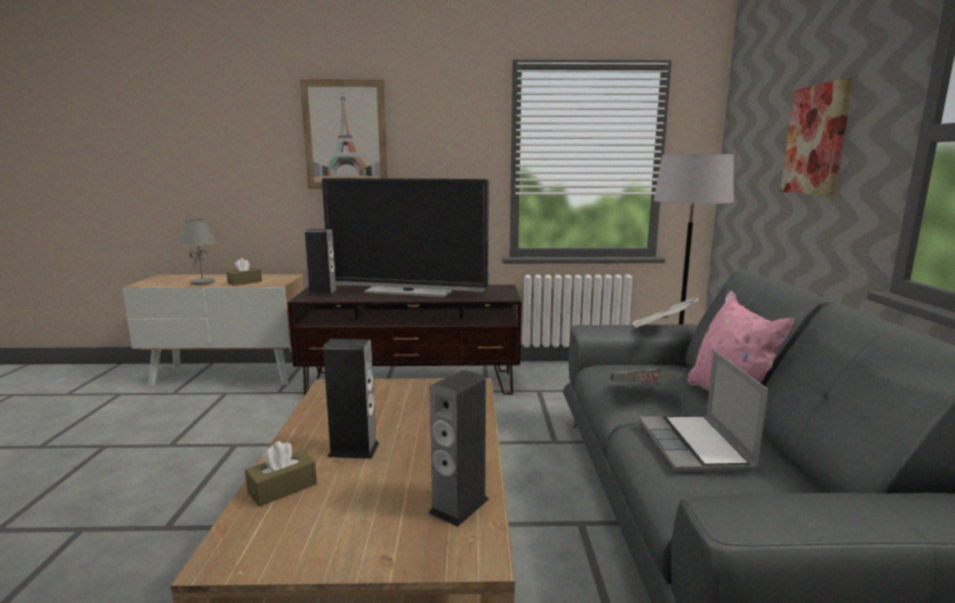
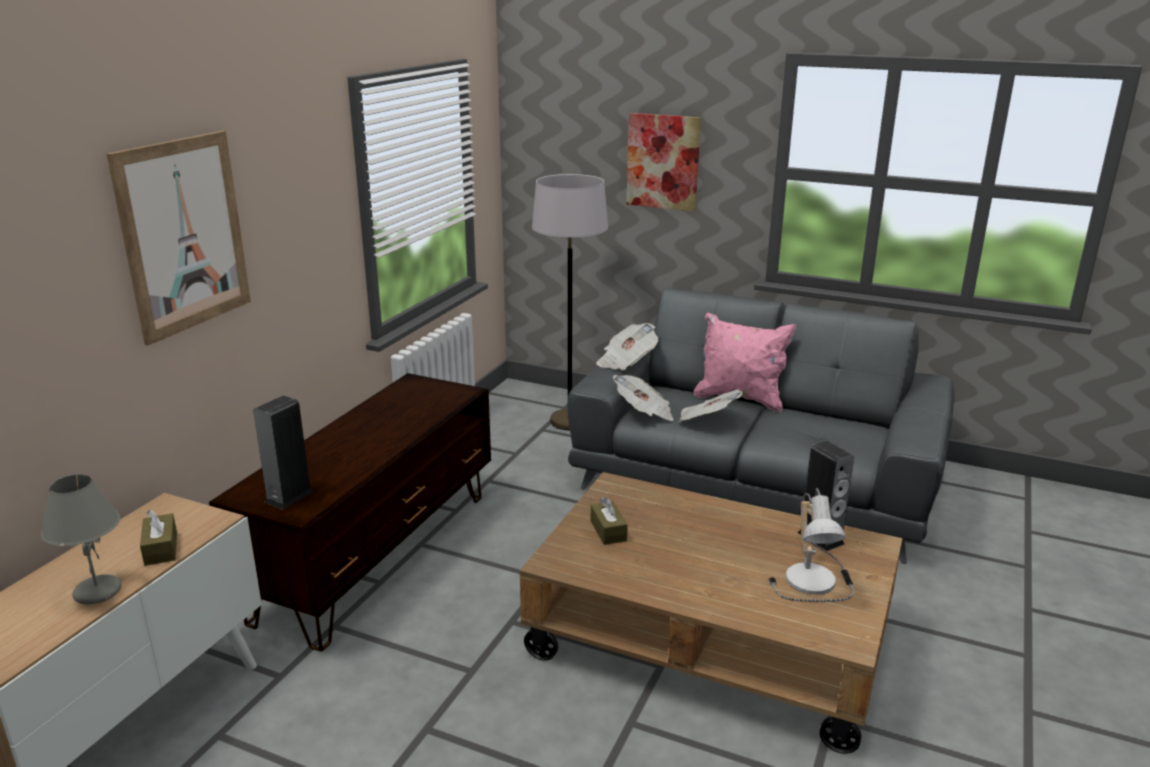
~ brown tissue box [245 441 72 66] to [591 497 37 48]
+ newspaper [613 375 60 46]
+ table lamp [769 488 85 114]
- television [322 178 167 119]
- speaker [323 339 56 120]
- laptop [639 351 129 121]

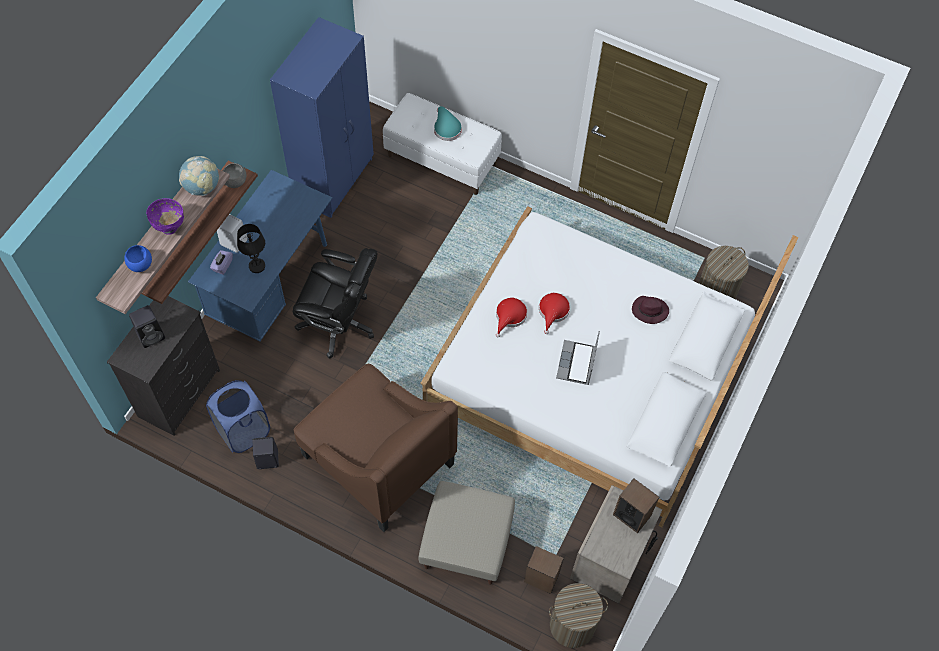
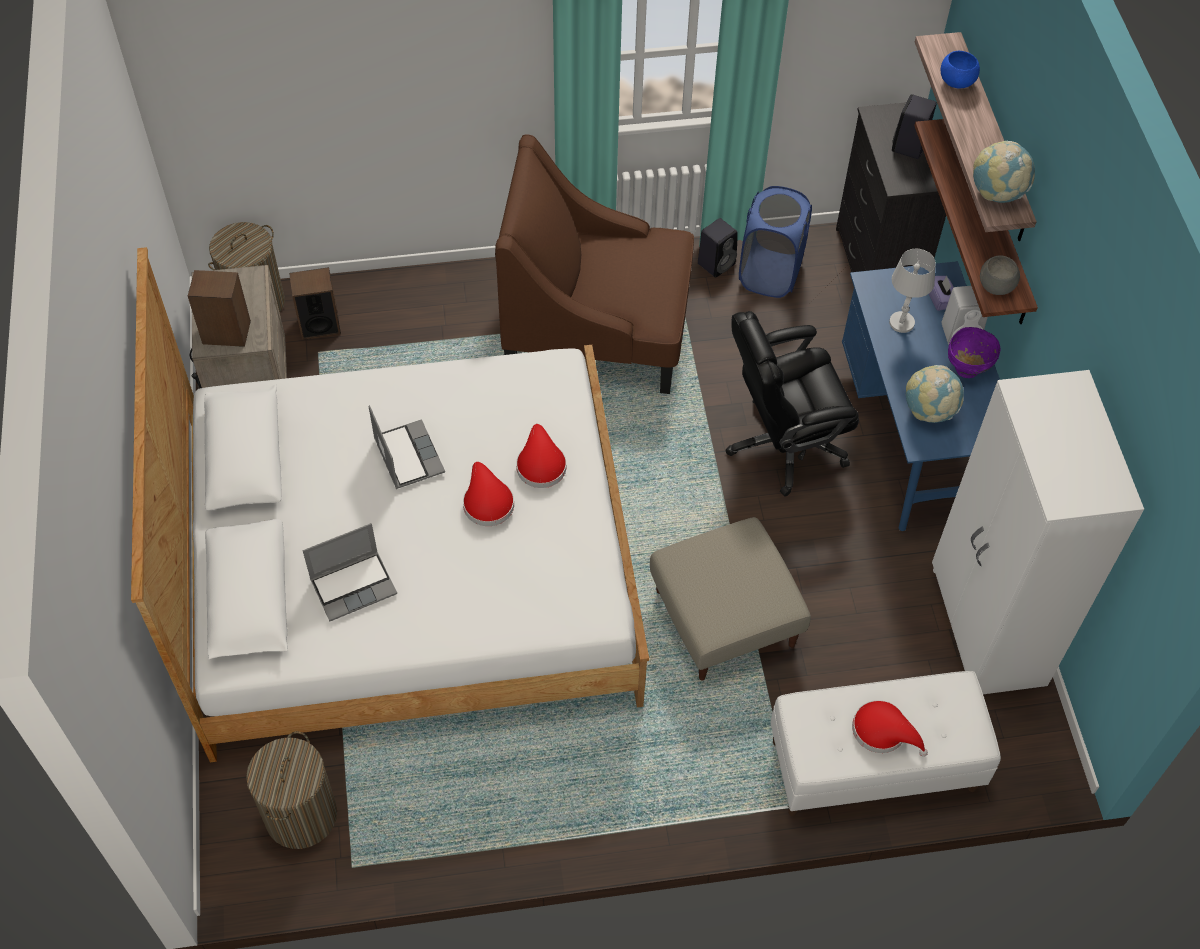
~ purple hat [632 296 37 28] to laptop [303 523 94 99]
~ beige ottoman [418 481 97 104] to [650 517 161 164]
~ turquoise hat [434 106 28 35] to red hat [852 700 76 57]
~ black table lamp [237 224 28 49] to white table lamp [889 249 47 84]
+ globe [906 365 58 58]
~ blue wardrobe [270 17 104 201] to white wardrobe [932 370 212 324]
~ purple bowl [146 198 38 37] to [948 327 52 51]

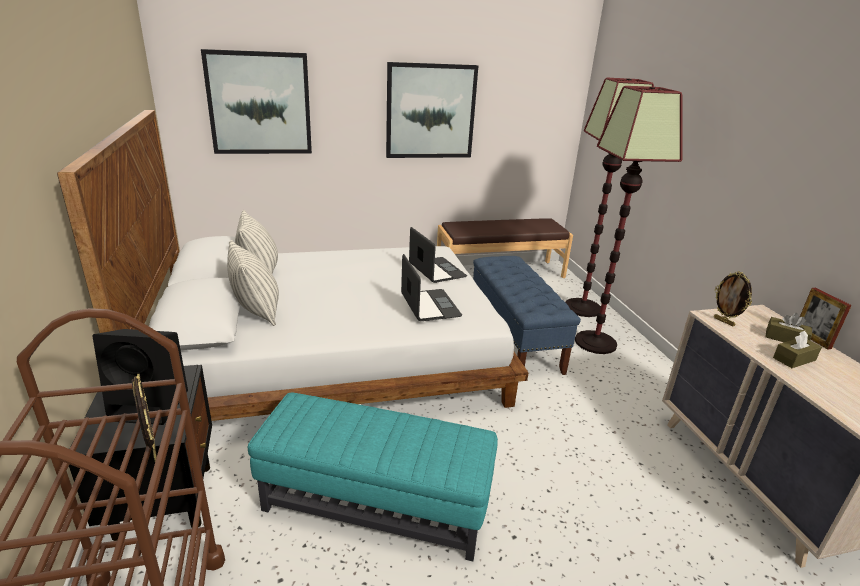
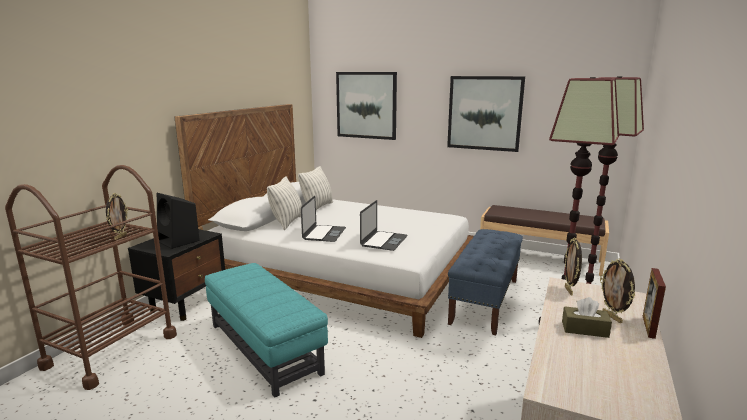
~ laptop [409 227 58 56] to [301 196 45 46]
~ brown tissue box [765 313 47 29] to picture frame [600 258 35 65]

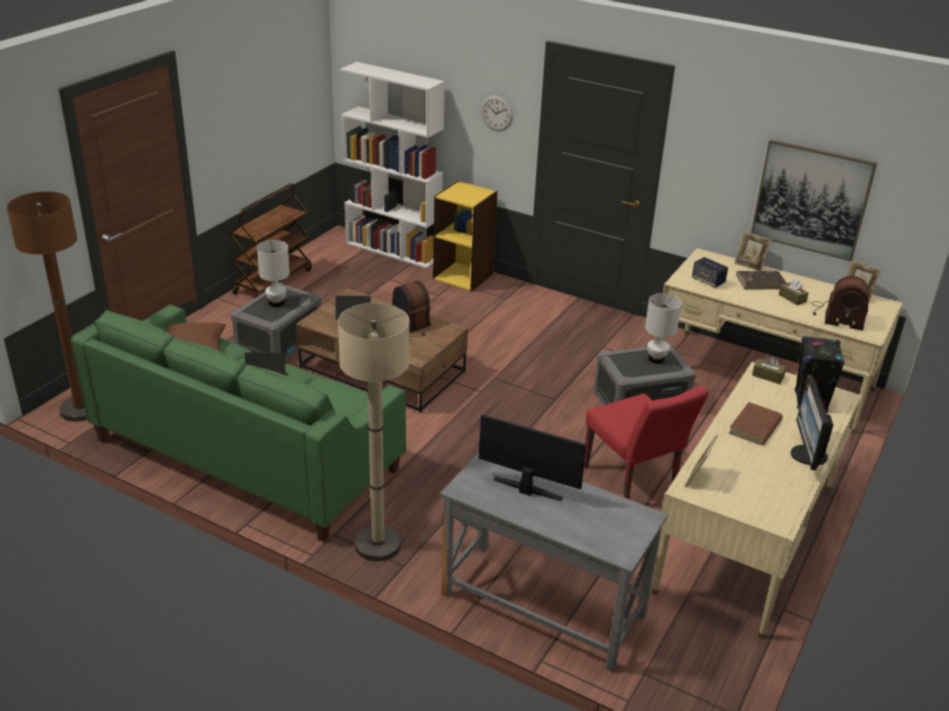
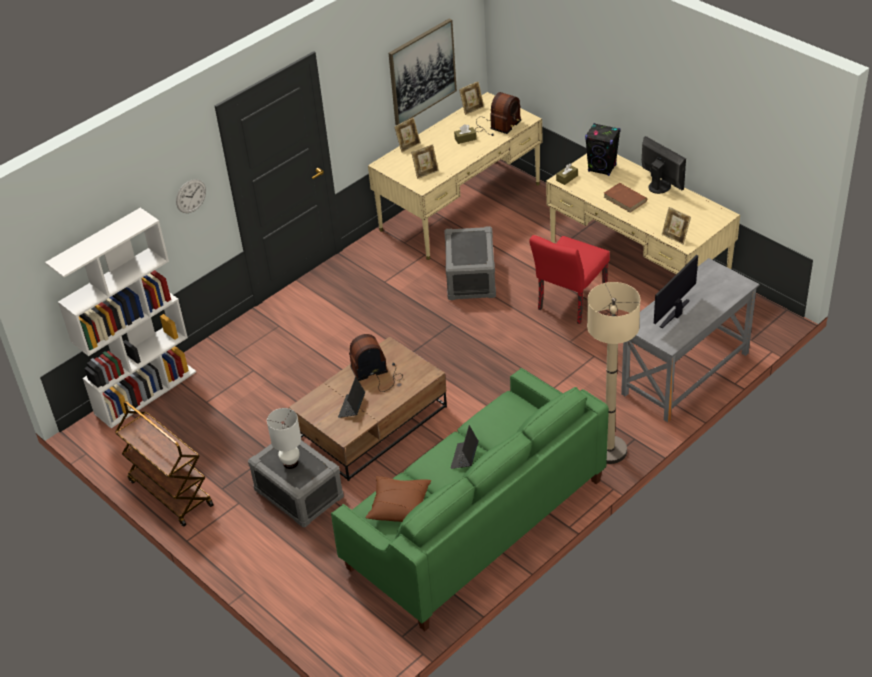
~ speaker [692 257 36 31] to picture frame [411 144 28 35]
~ red chair [584 386 125 114] = [529 235 81 89] 135 degrees clockwise
~ monitor [791 375 42 95] = [642 136 44 58] 150 degrees counterclockwise
- brown floor lamp [7 191 80 230]
- yellow bookcase [433 181 65 111]
- white table lamp [645 293 37 71]
- brown book [736 271 51 19]

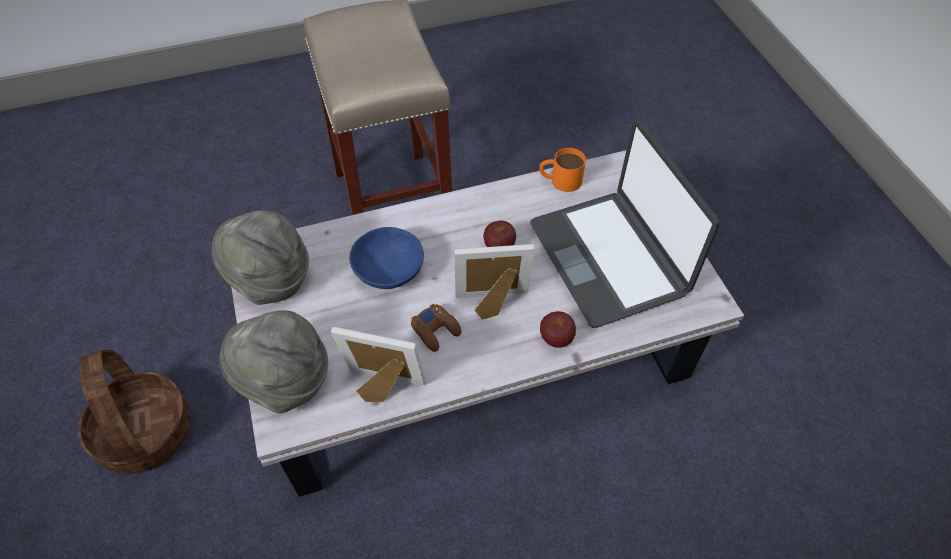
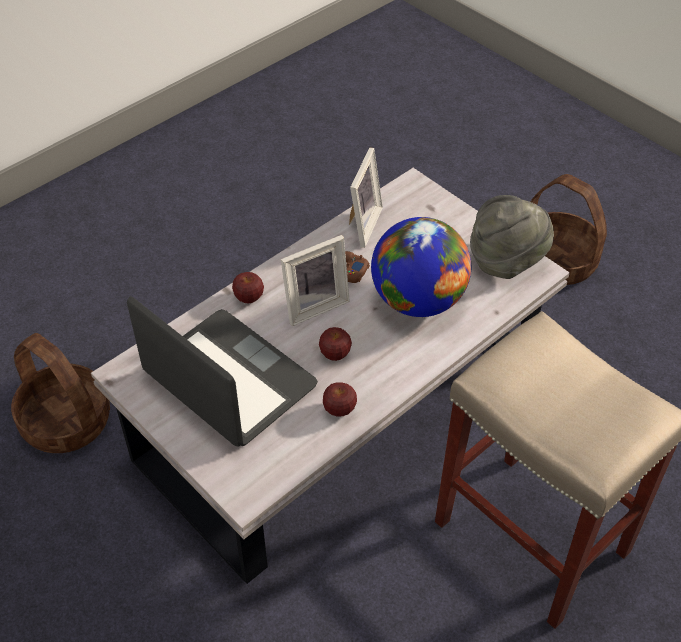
+ basket [11 333 99 120]
+ apple [323 382 34 35]
~ picture frame [330 327 96 75] = [349 147 34 101] 60 degrees counterclockwise
~ blue bowl [349 227 75 62] to globe [371 217 100 100]
- grey hat [219 310 109 104]
- orange mug [539 148 47 44]

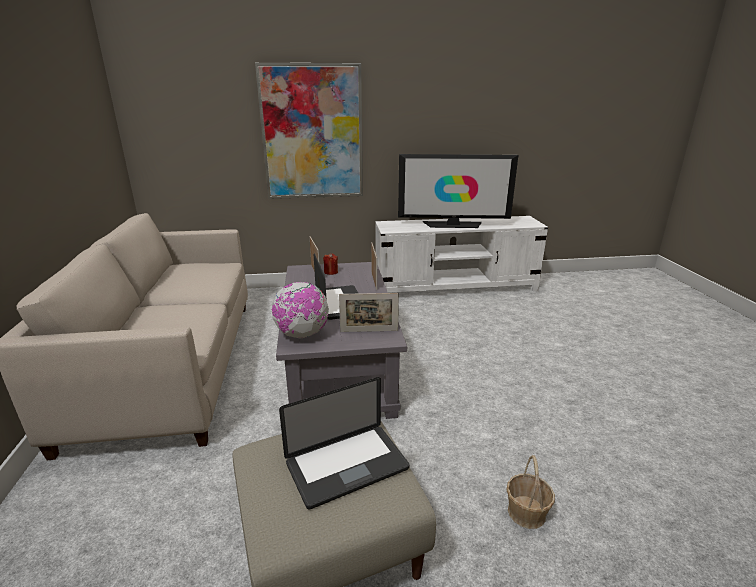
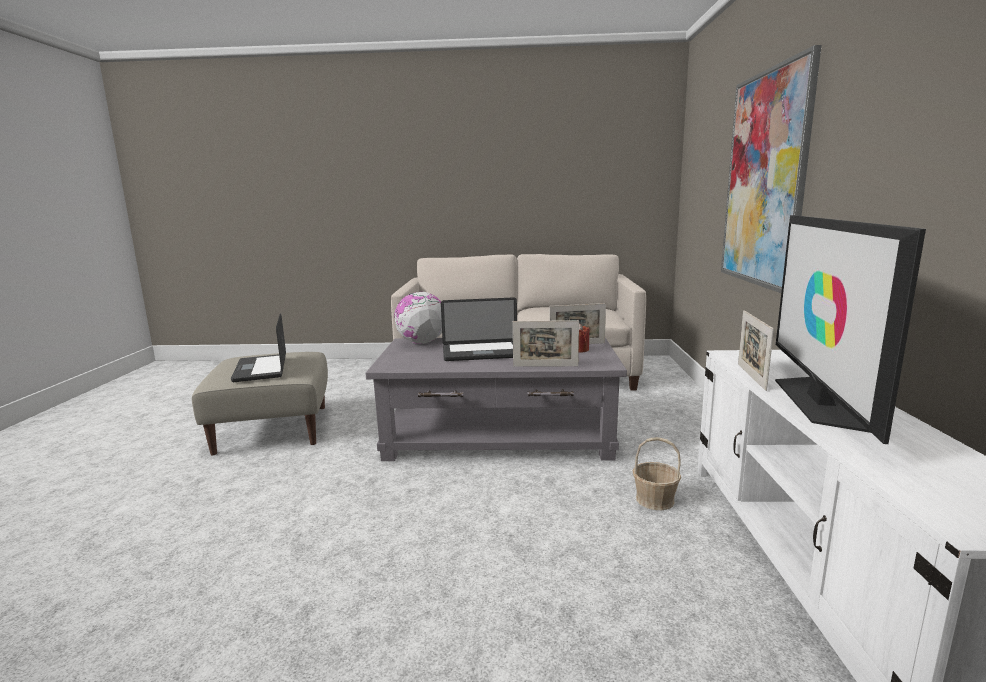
~ basket [506 455 49 74] to [633 437 48 73]
~ picture frame [339 293 60 39] to [738 310 36 81]

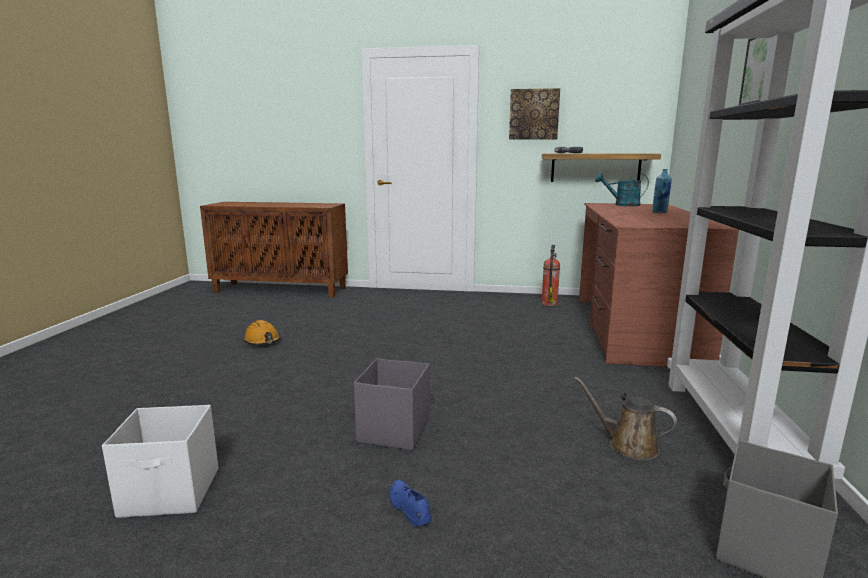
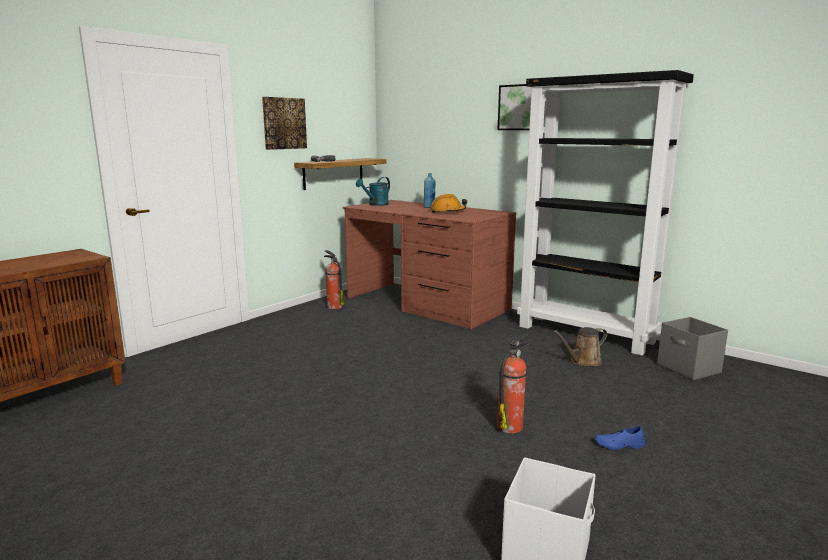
~ orange hard hat [243 320 37 25] to [430 194 37 19]
~ grey storage box [354 358 76 92] to fire extinguisher [497 334 32 99]

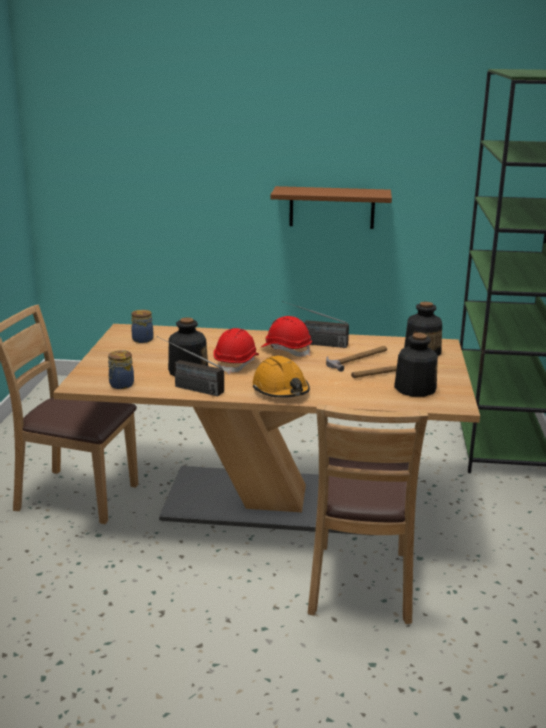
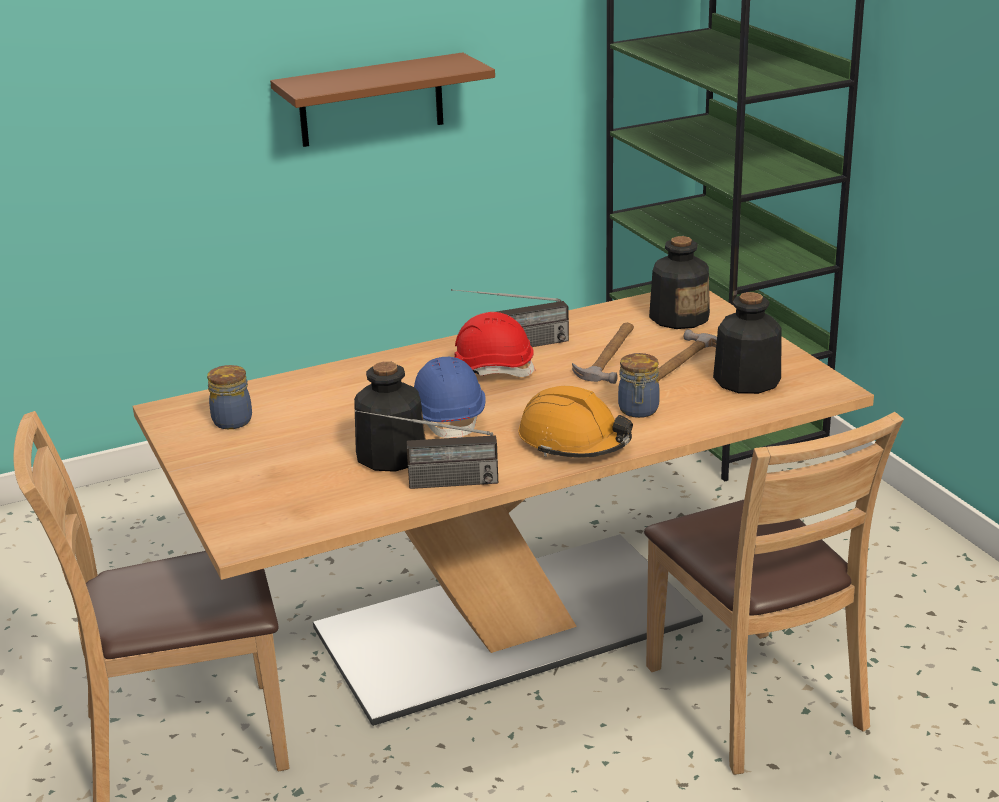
~ red hard hat [213 328 46 47] to blue hard hat [414 357 72 81]
~ jar [108 350 26 39] to [618 353 42 65]

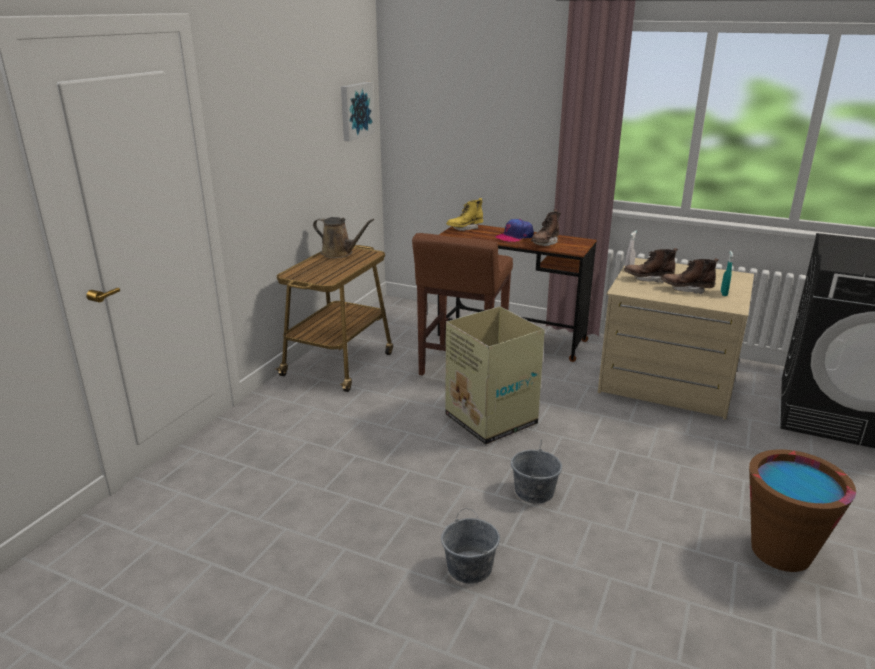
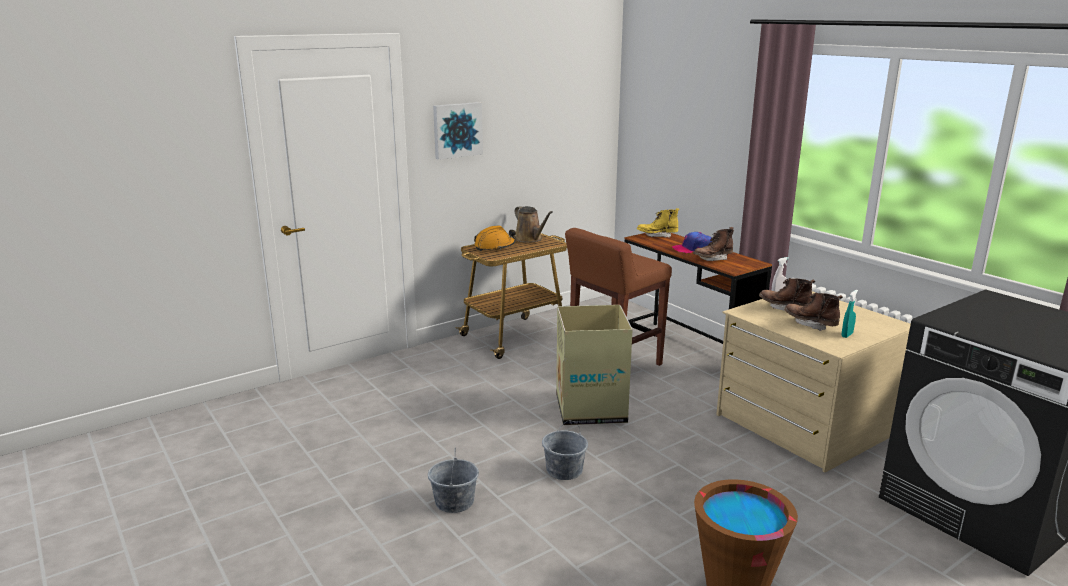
~ picture [341 82 34 59] to [433 102 50 58]
+ orange hard hat [474 225 42 26]

